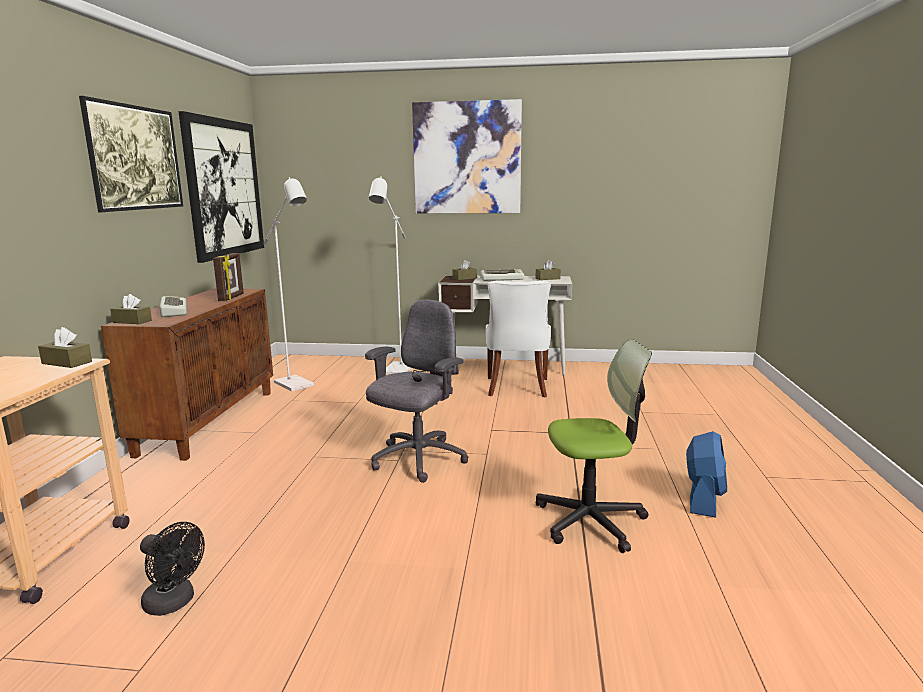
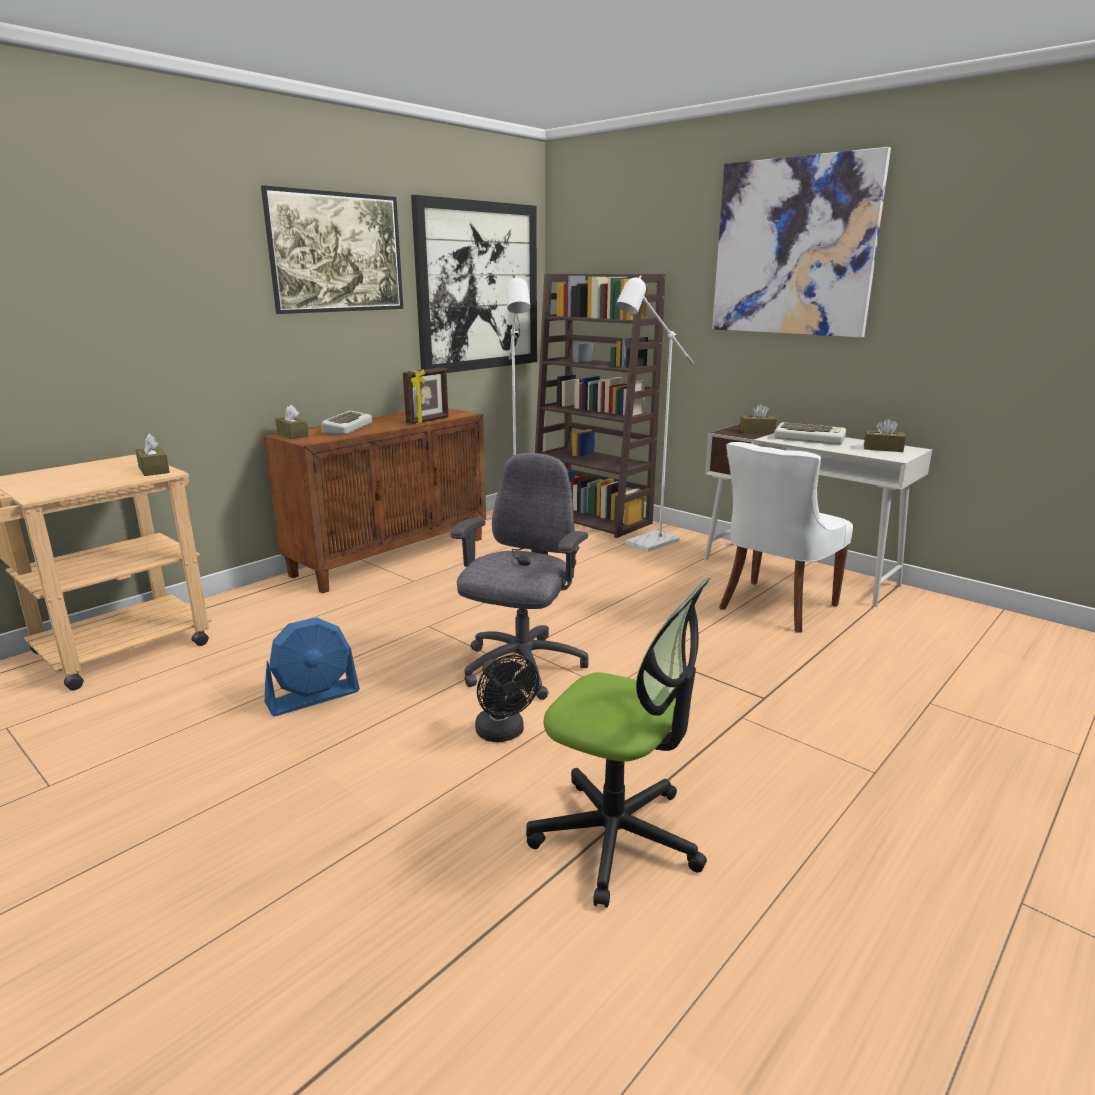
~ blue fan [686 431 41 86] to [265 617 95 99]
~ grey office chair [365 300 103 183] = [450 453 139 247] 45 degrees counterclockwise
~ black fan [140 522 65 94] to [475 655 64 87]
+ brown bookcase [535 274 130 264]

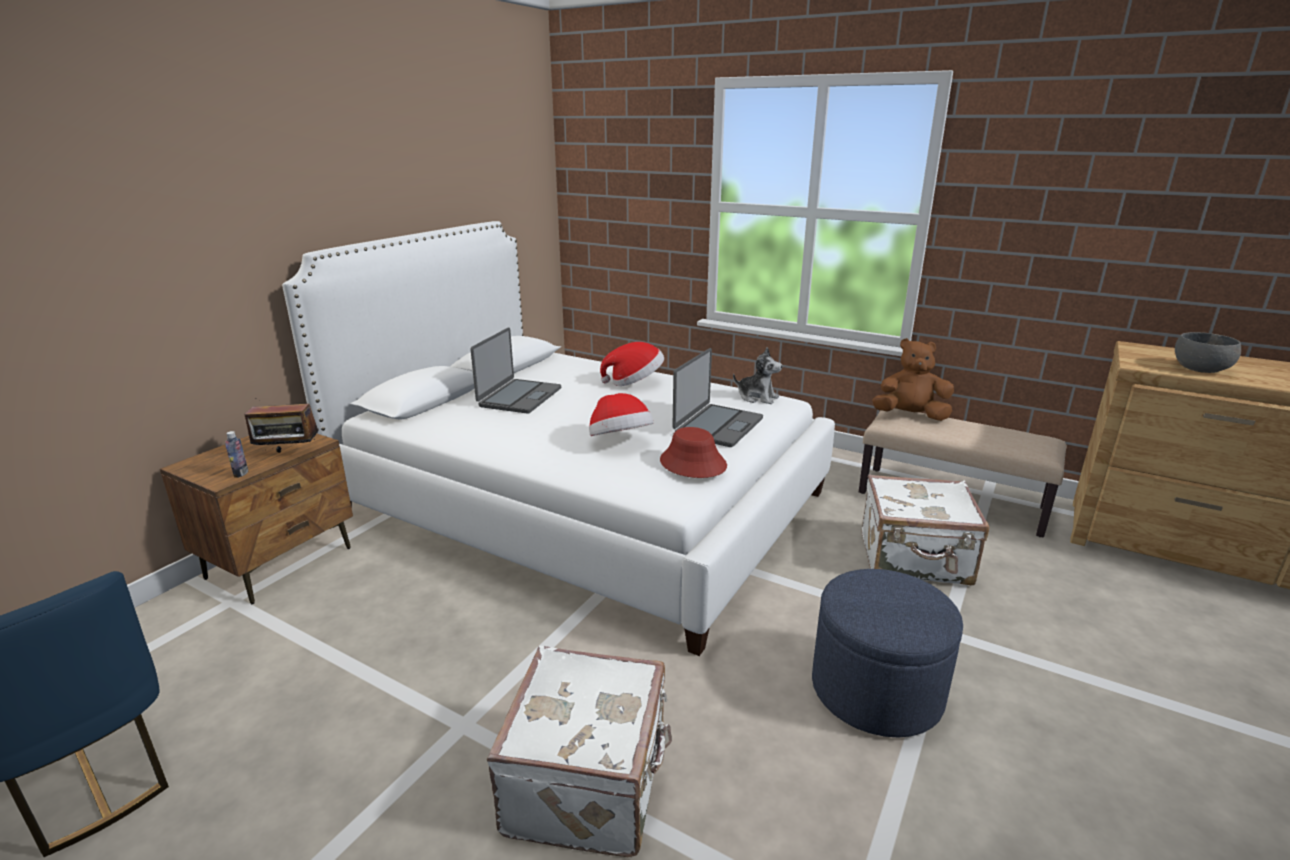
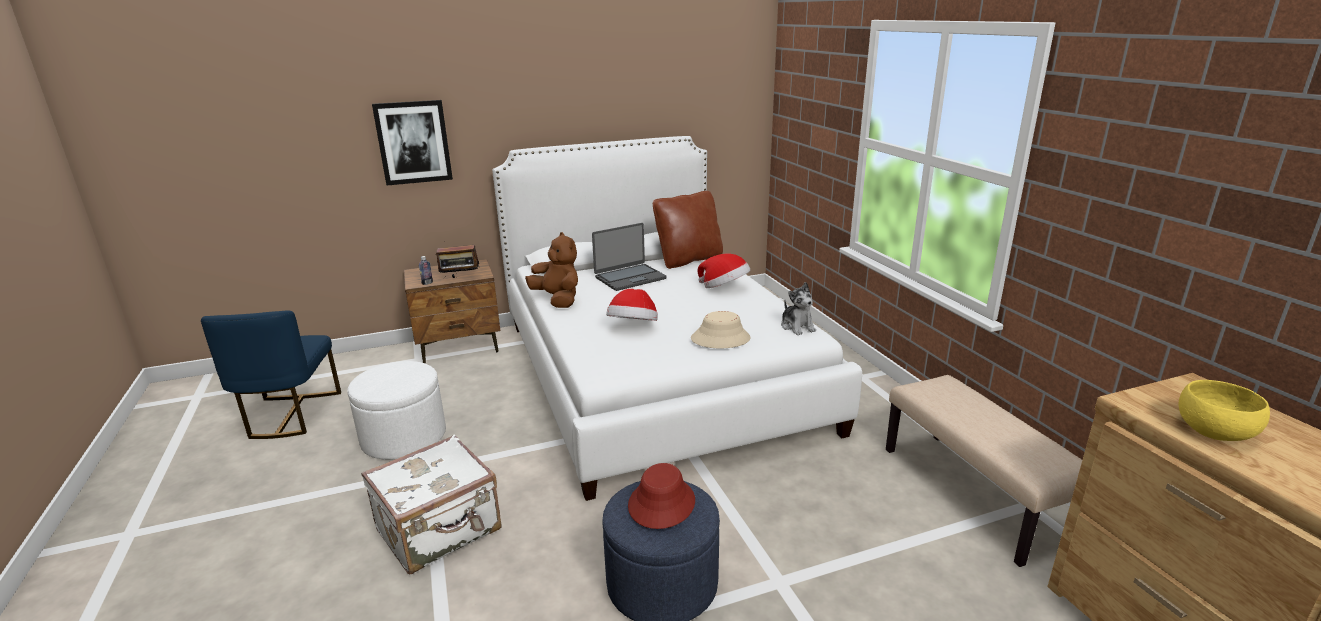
+ white ottoman [347 361 99 99]
+ picture [372 100 81 86]
~ radio [244 398 75 55] = [436 241 44 37] 45 degrees counterclockwise
~ brown plush toy [872 338 82 83] to [525 232 53 76]
~ red hat [660 427 67 51] to [628 463 67 66]
+ brown pillow [653 191 70 78]
~ laptop [673 348 90 99] to beige hat [691 311 60 38]
~ grey bowl [1175 332 66 41] to yellow bowl [1179 380 91 61]
- white suitcase [862 474 127 111]

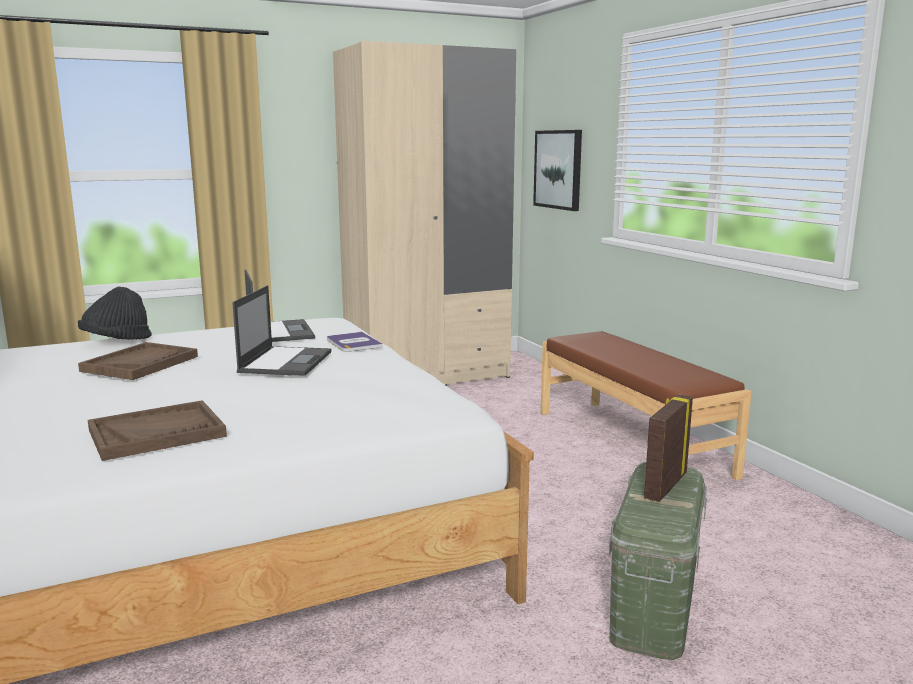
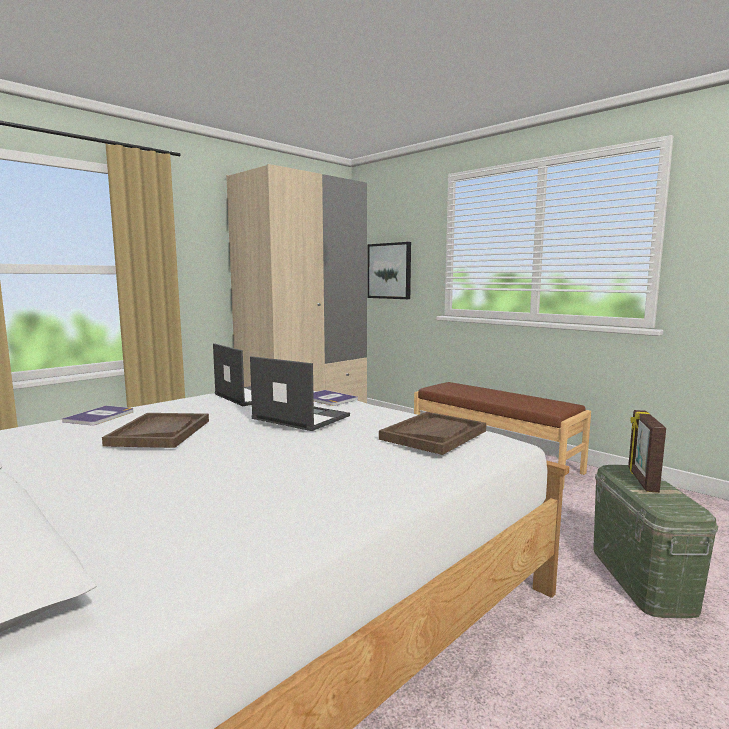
~ black hat [78 287 74 53] to book [62 406 71 19]
~ laptop [232 285 99 91] = [250 356 100 75] 45 degrees counterclockwise
~ brown tray [88 400 139 61] to [379 412 107 43]

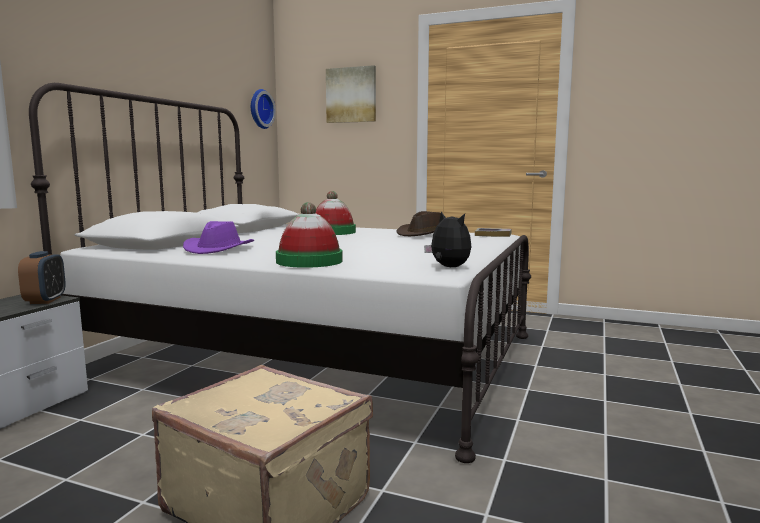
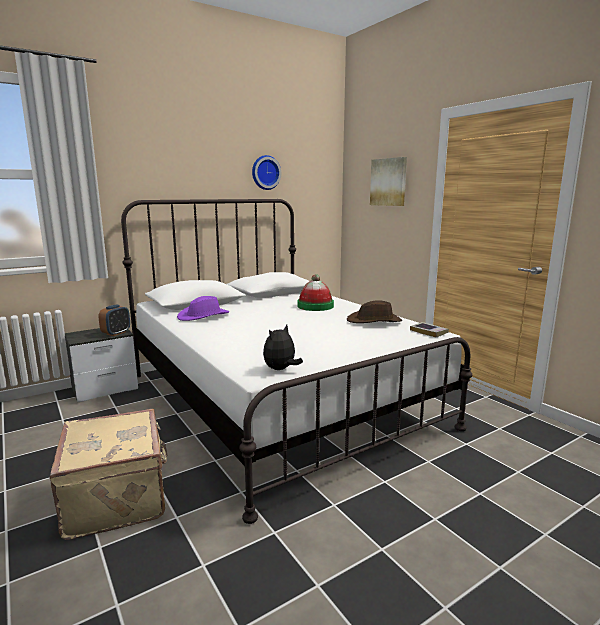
~ wall clock [251 89 25 40] to [252 155 29 35]
~ plush toy [424 211 47 56] = [263 324 40 46] 135 degrees counterclockwise
- hat [276 202 67 66]

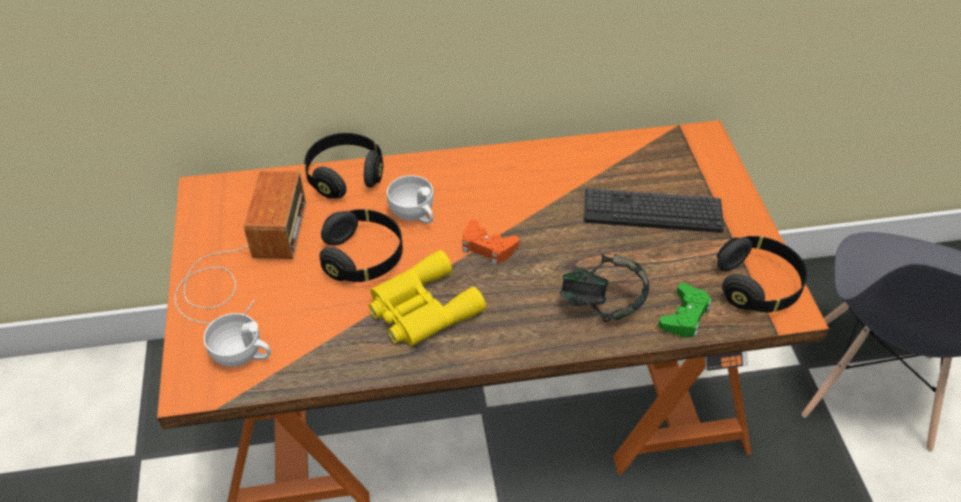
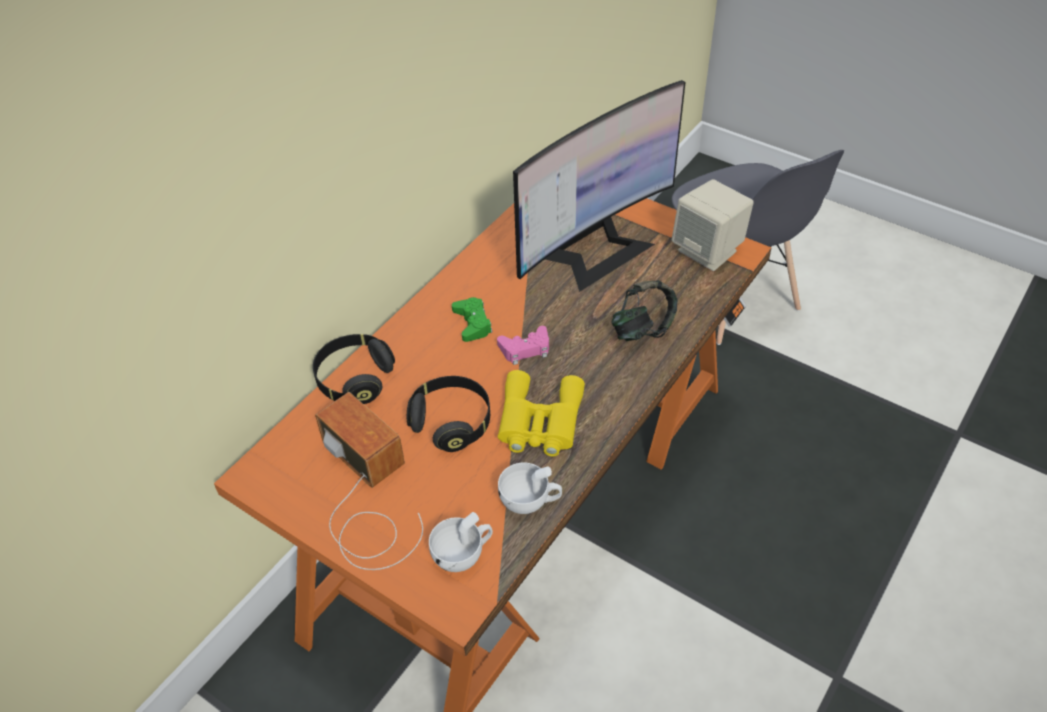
~ green game controller [658 283 54 55] to [452 297 41 45]
~ orange game controller [463 219 56 46] to pink game controller [497 326 52 39]
~ white cup [387 175 47 49] to [498 463 64 51]
~ keyboard [584 189 140 44] to monitor [513 80 173 212]
~ black headphones [717 236 91 76] to beige speaker [672 179 82 92]

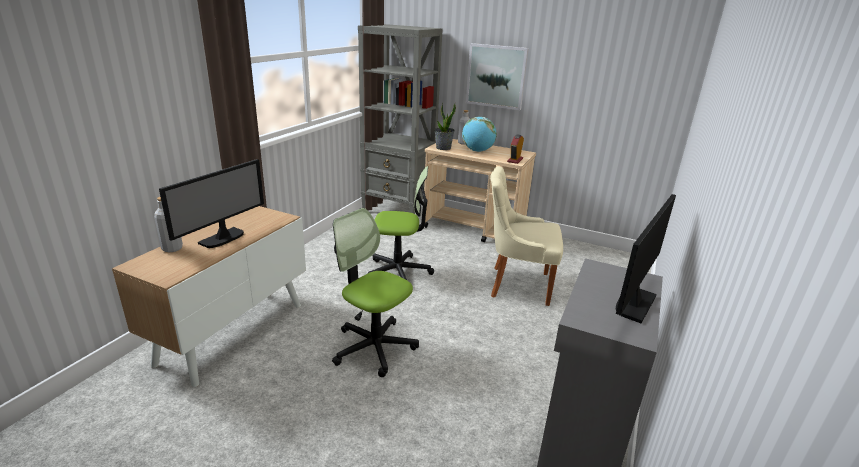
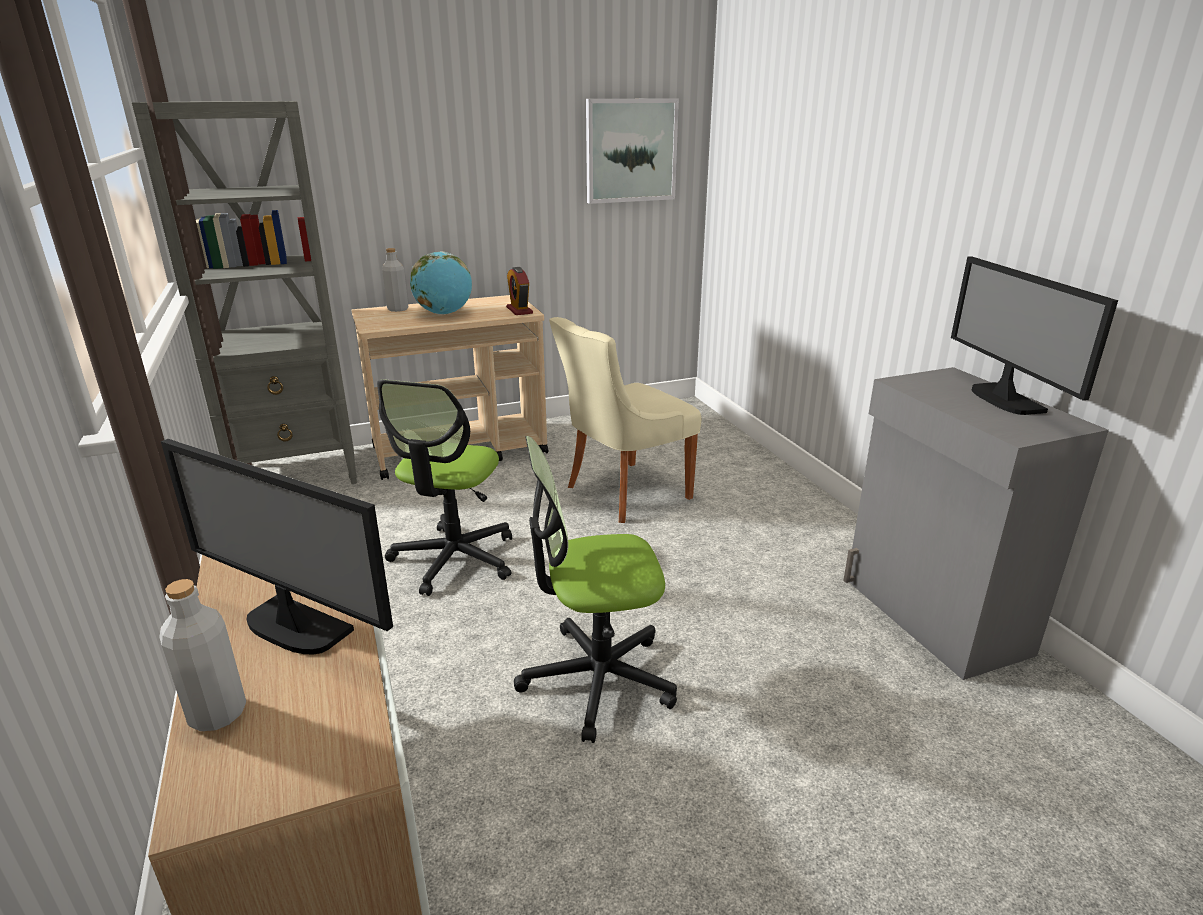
~ monitor [159 159 105 89] = [161 439 232 215] 135 degrees clockwise
~ office chair [368 166 66 114] = [377 379 135 217] 150 degrees clockwise
~ picture [466 43 63 67] to [586 98 93 106]
- potted plant [434 102 22 48]

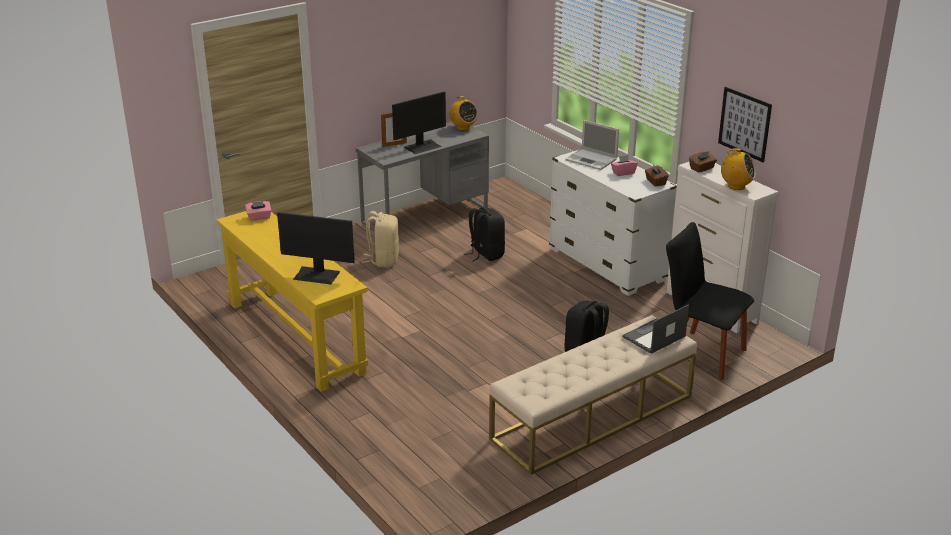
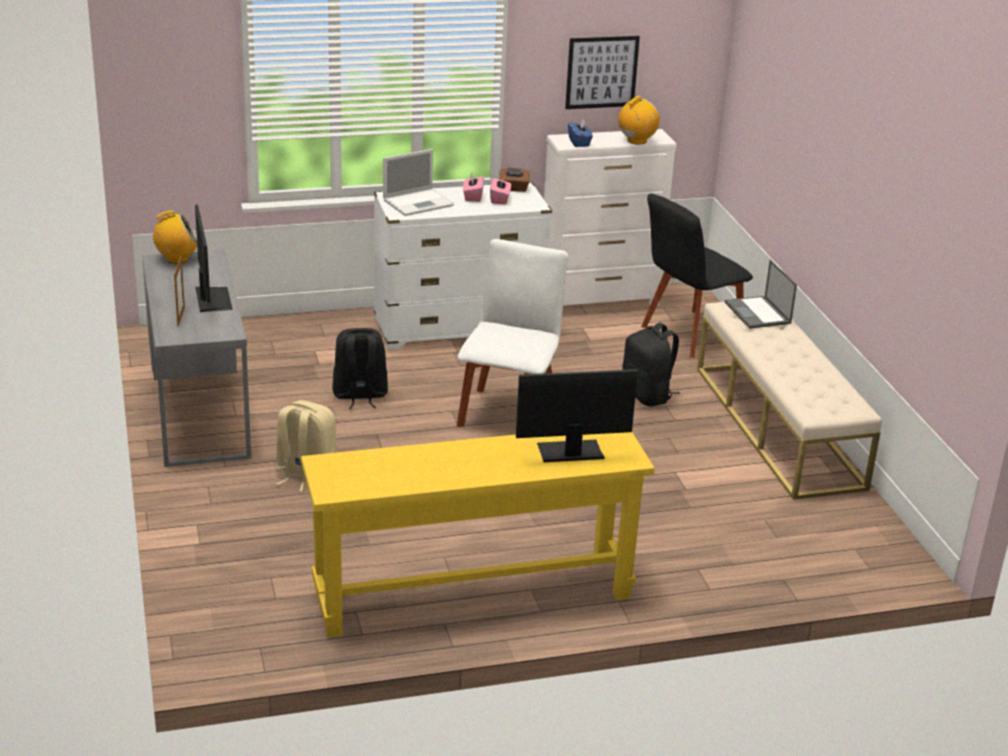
+ white chair [457 239 111 188]
~ pink tissue box [245 201 27 20] to [490 178 21 26]
~ monitor [277 212 78 73] = [516 369 122 93] 135 degrees counterclockwise
~ brown tissue box [689 151 28 22] to blue tissue box [568 119 25 28]

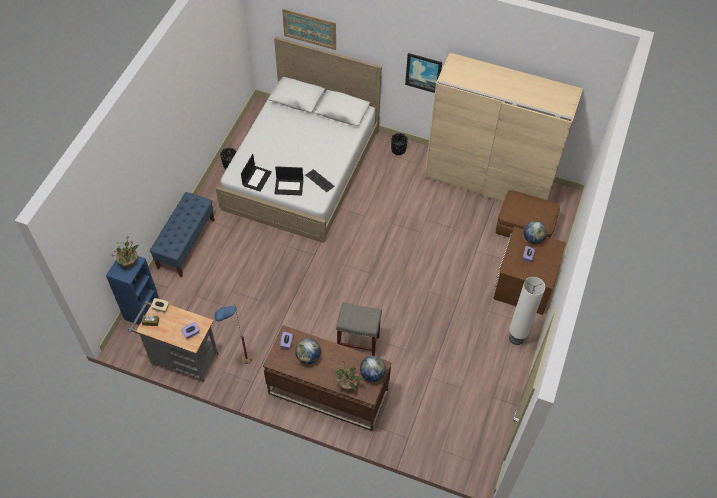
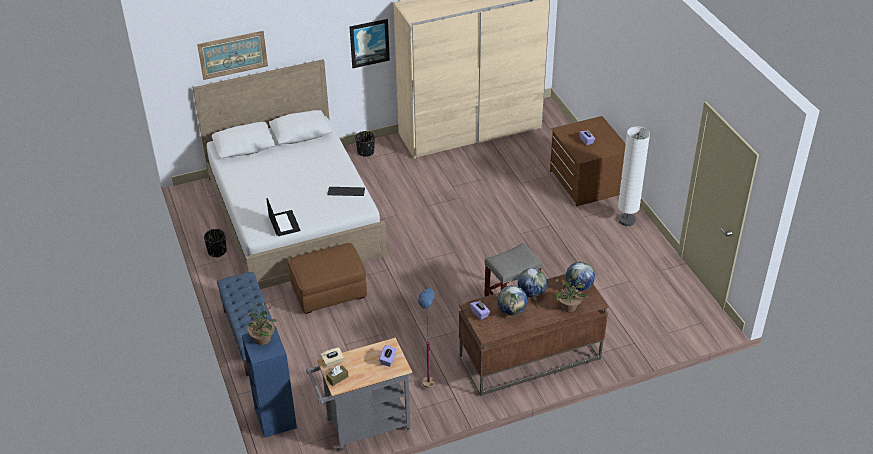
~ brown ottoman [496 190 64 48] to [288 243 79 71]
~ globe [524 221 23 23] to [518 268 29 30]
- laptop [274 166 29 30]

